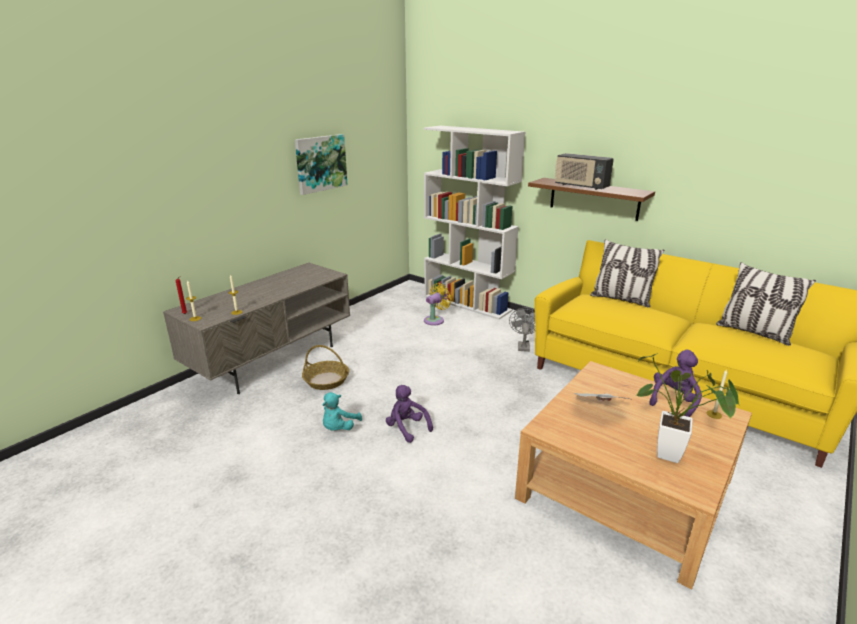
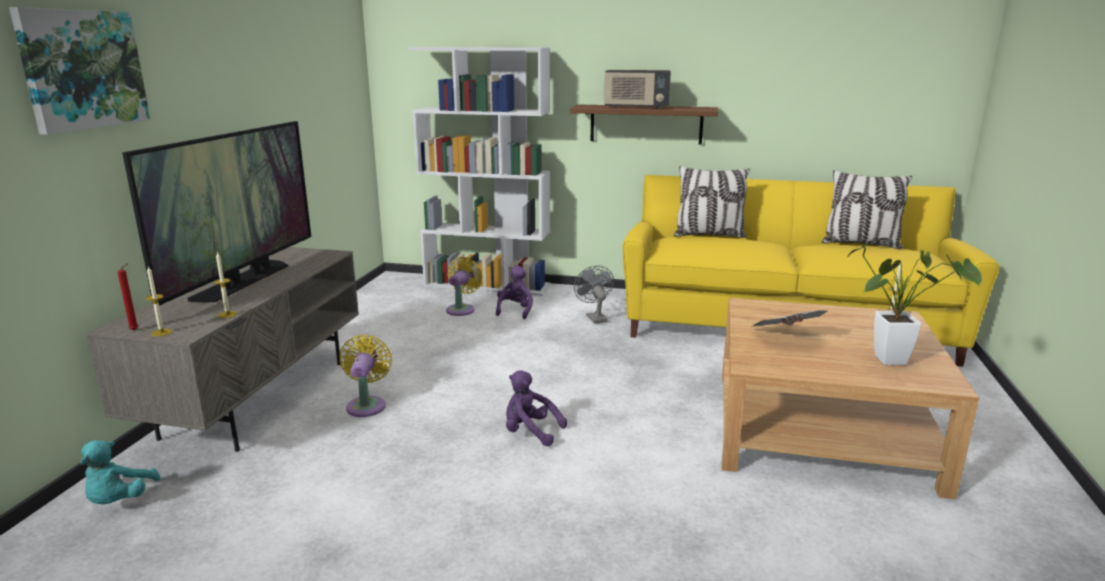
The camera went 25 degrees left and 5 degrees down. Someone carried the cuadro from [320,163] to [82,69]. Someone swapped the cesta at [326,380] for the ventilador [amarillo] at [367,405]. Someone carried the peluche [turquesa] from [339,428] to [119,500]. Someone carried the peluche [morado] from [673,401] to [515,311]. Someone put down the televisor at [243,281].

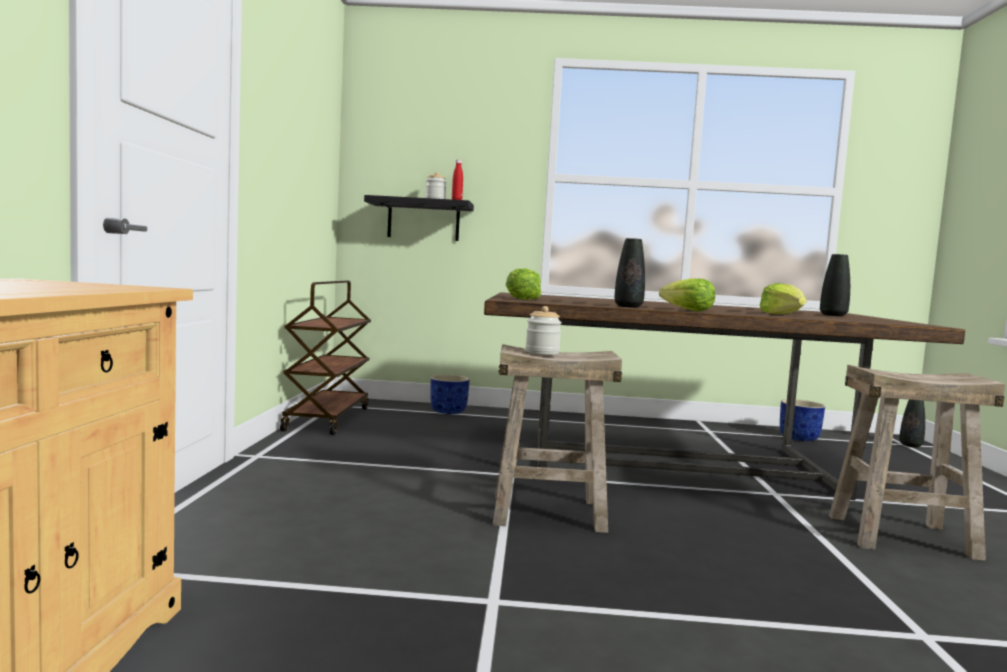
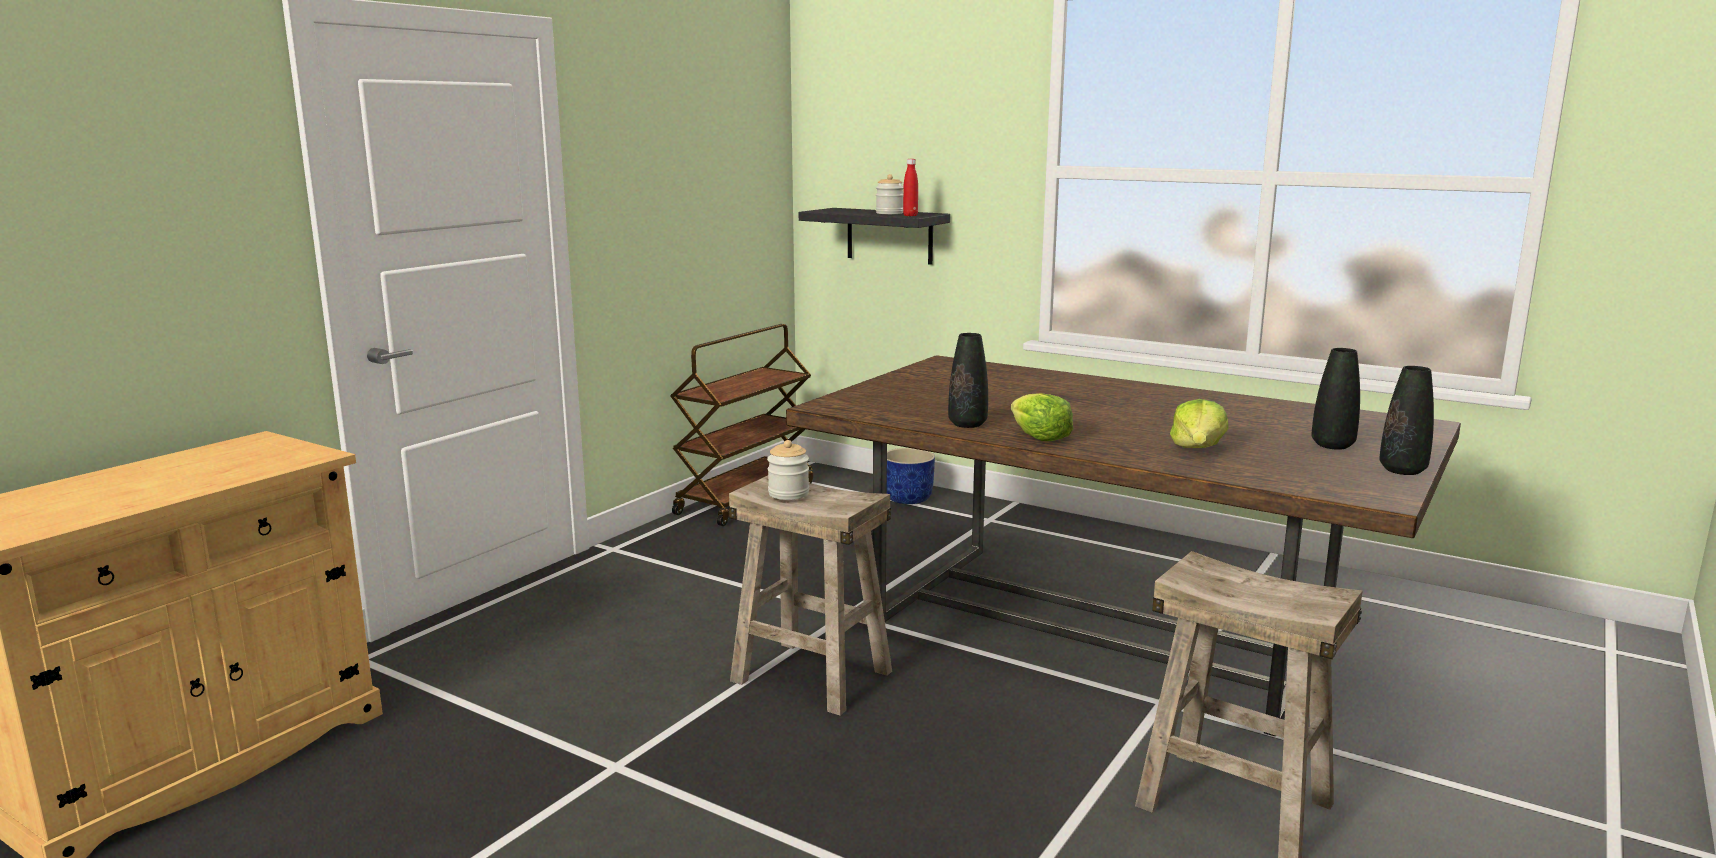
The camera went 30 degrees right and 10 degrees up. Someone took away the lechuga at [521,299]. Someone took away the maceta [azul] at [799,438]. Someone carried the florero [negro] from [910,445] to [1402,470].

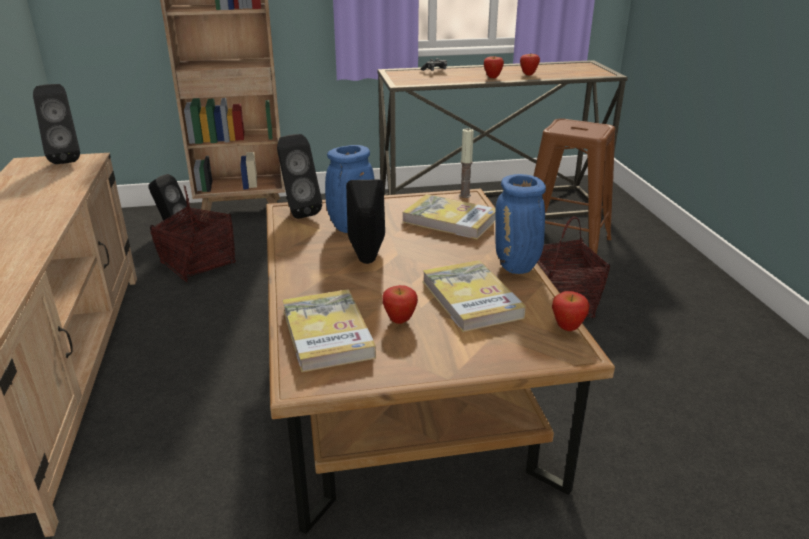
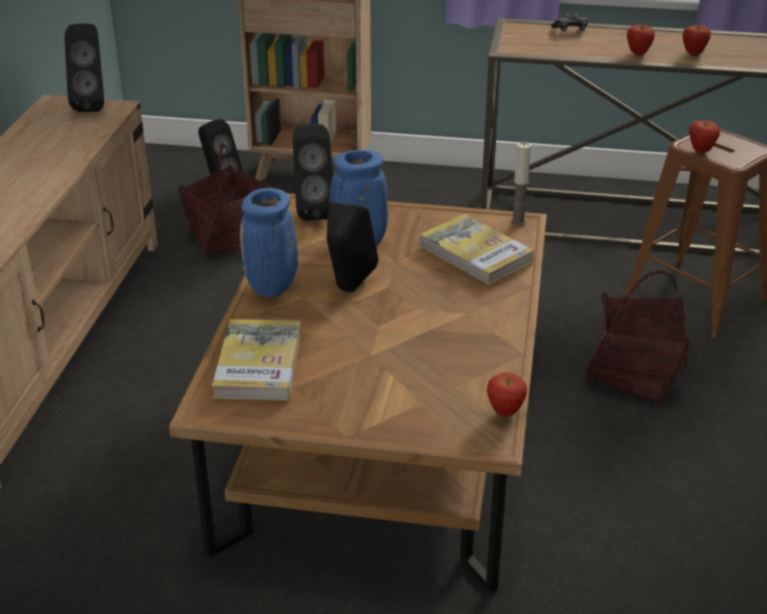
The camera went 20 degrees right and 5 degrees up. Someone carried the manzana from [400,321] to [701,151]. Someone took away the libro at [471,299]. Someone carried the florero [azul] from [517,267] to [272,288].

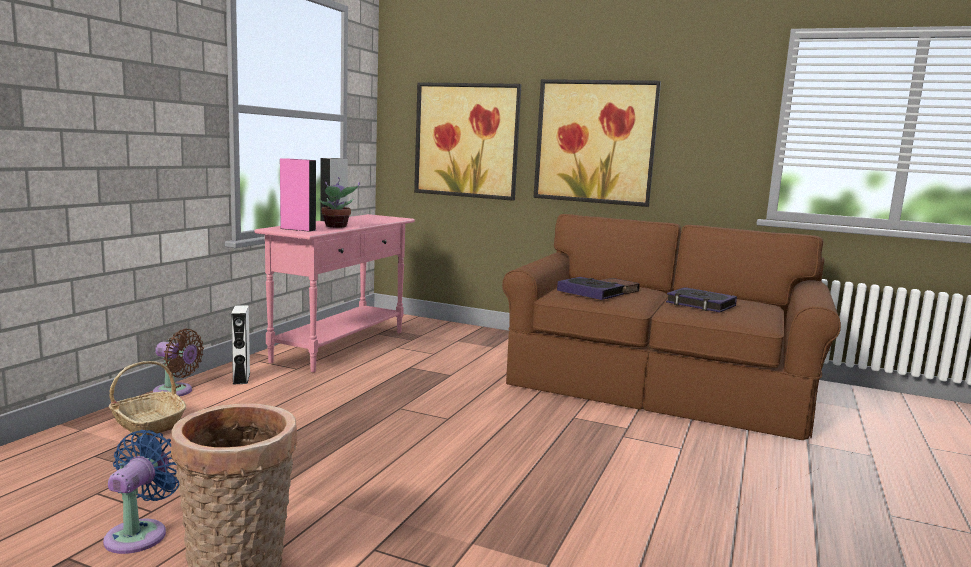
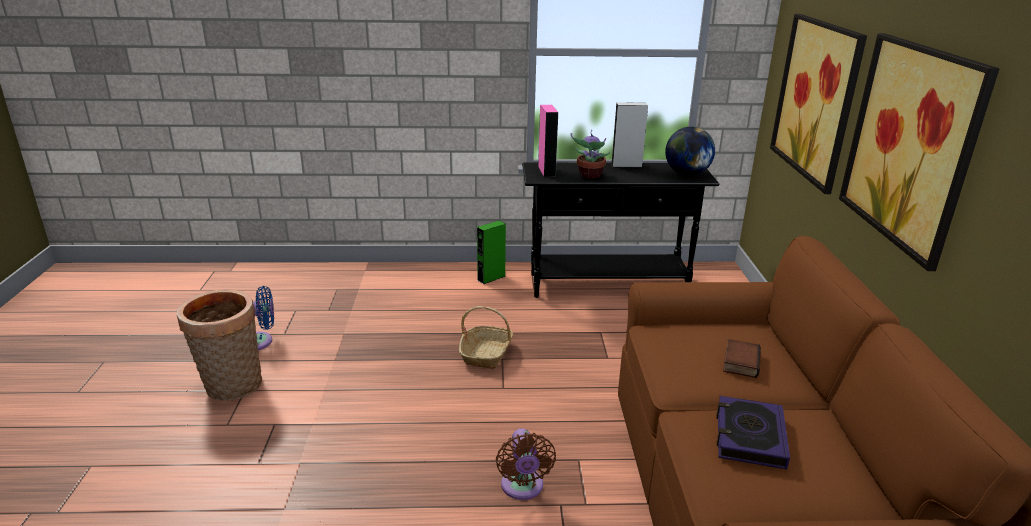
The camera went 65 degrees right and 15 degrees up. Someone carried the cesta from [147,423] to [486,353]. Someone carried the ventilador [marrón] from [176,392] to [522,488]. Someone repainted the altavoz [blanco] at [241,378], which became the altavoz [verde] at [491,278]. Someone repainted the mesa consola [rosa] at [341,346], which became the mesa consola [negro] at [608,285]. Someone took away the libro at [590,293]. Someone put down the globo terráqueo at [686,174].

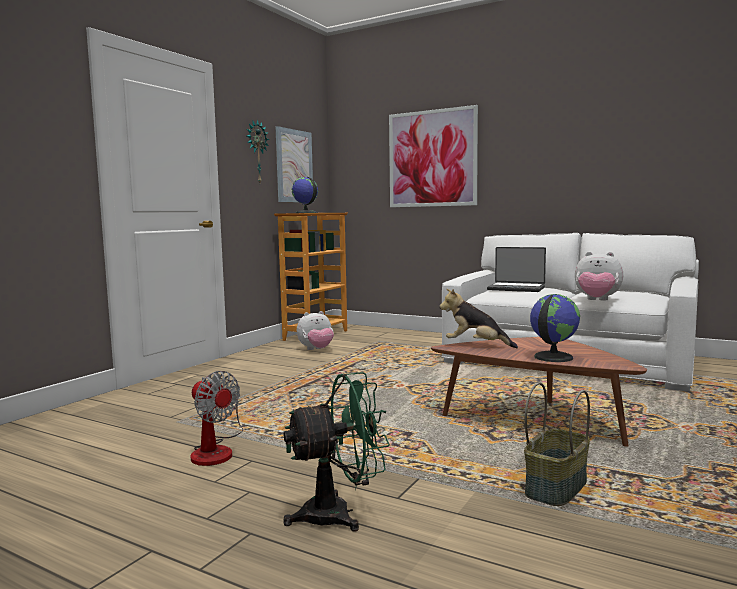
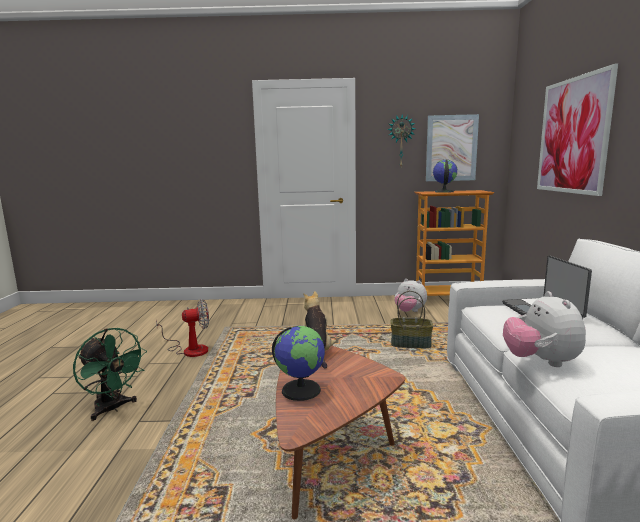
The camera went 60 degrees right and 5 degrees up. Someone rotated the ventilador at [216,450] by 120 degrees counterclockwise. Someone carried the cesta from [555,487] to [411,344].

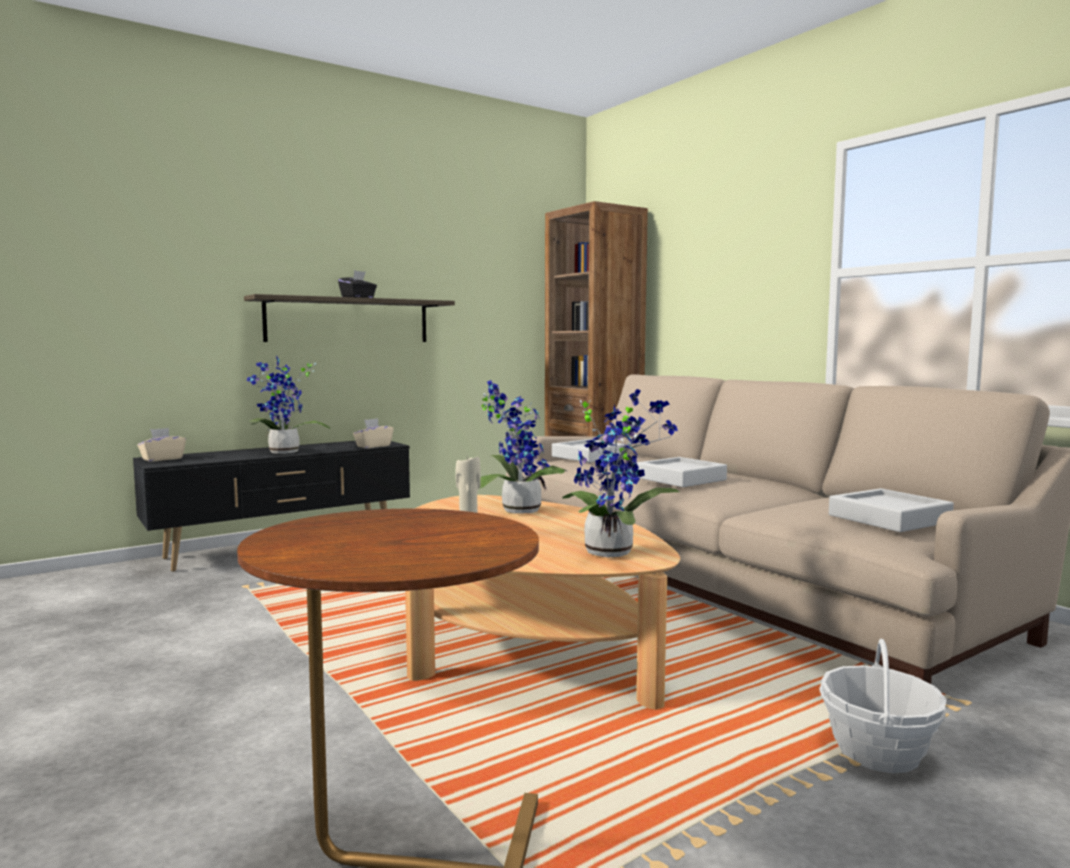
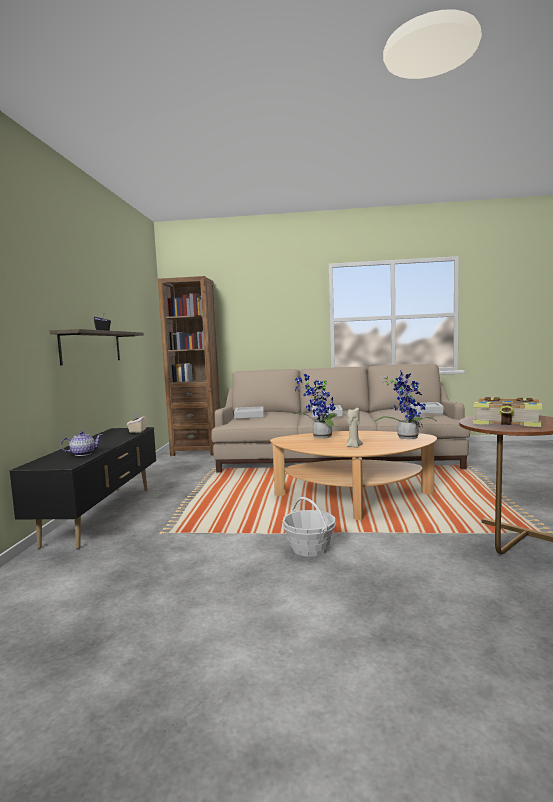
The camera went 50 degrees left and 0 degrees up. Someone took away the caja de pañuelos [beis] at [162,459]. Someone took away the planta en maceta at [283,453]. Someone carried the cesta from [878,752] to [310,548]. Someone put down the tetera at [83,454]. Someone put down the libro at [508,422].

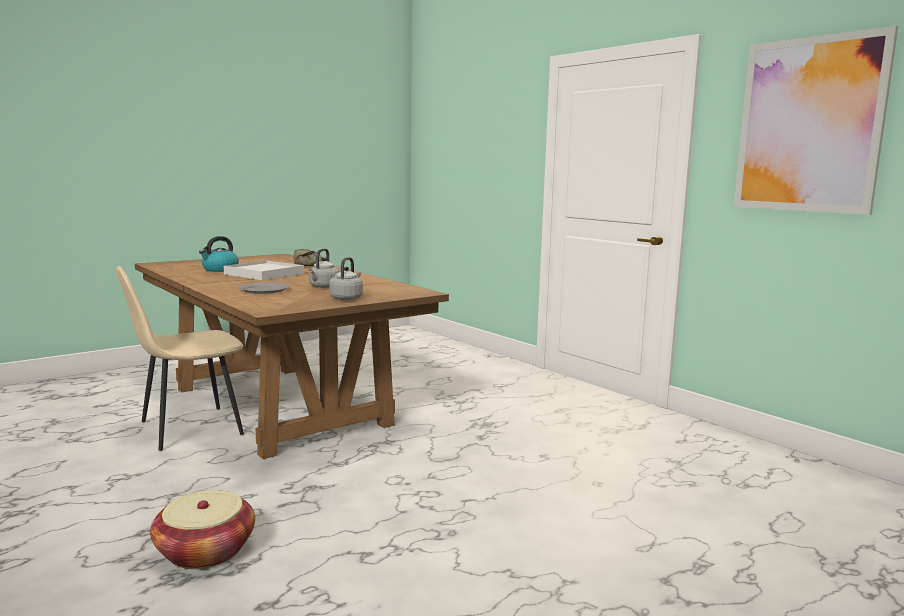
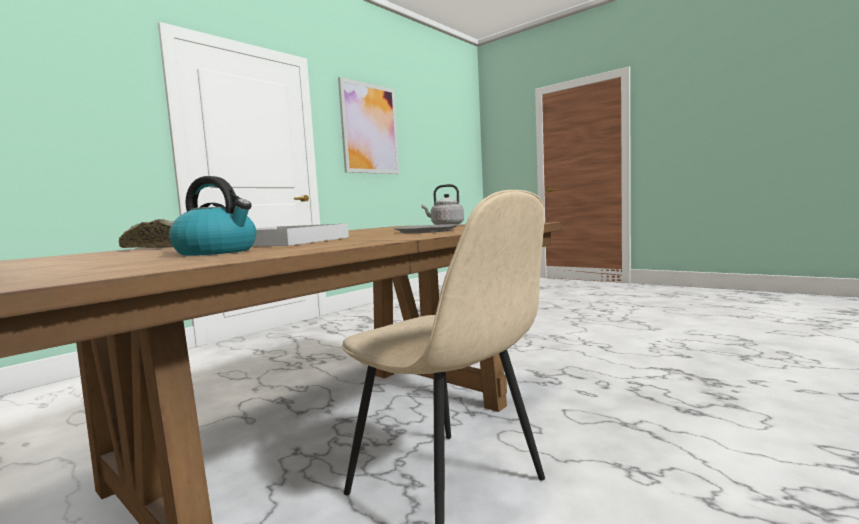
The camera went 100 degrees left and 5 degrees down. Someone took away the cesta at [205,551]. Someone took away the hervidor [gris] at [323,287].

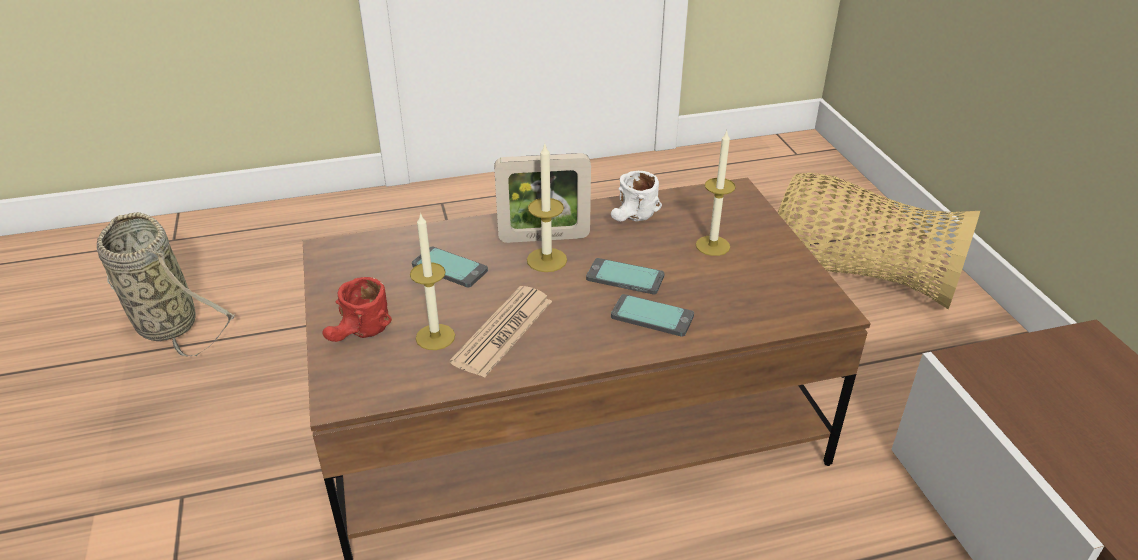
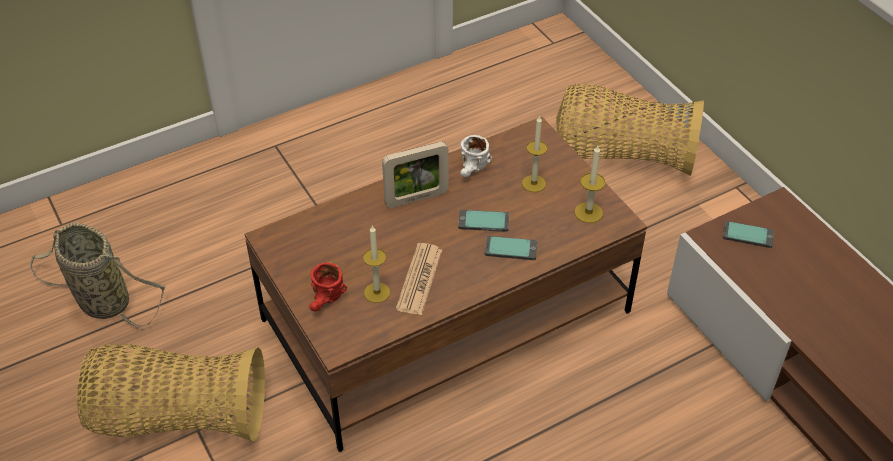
The camera went 15 degrees left and 10 degrees up. Someone carried the móvil from [450,268] to [748,235]. Someone carried the vela from [546,260] to [588,212]. Someone put down the cesta at [178,417].

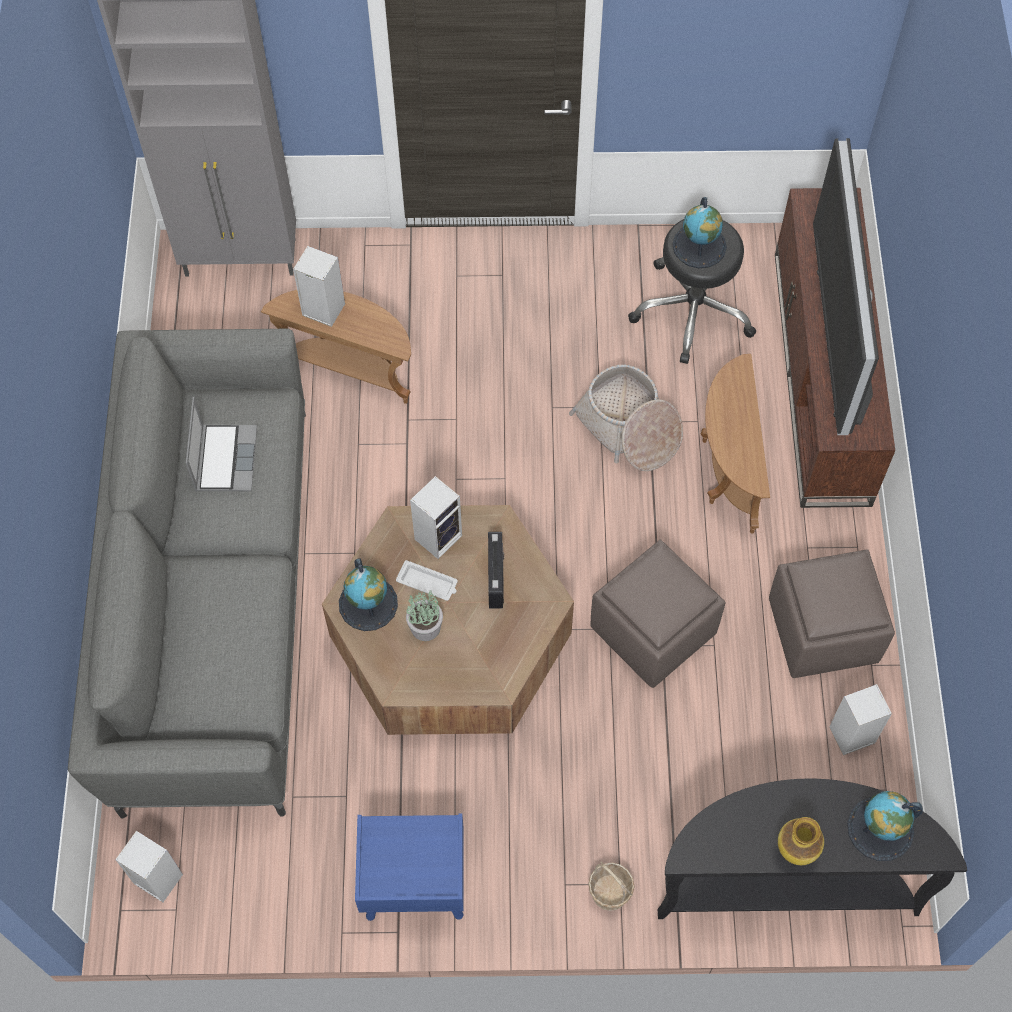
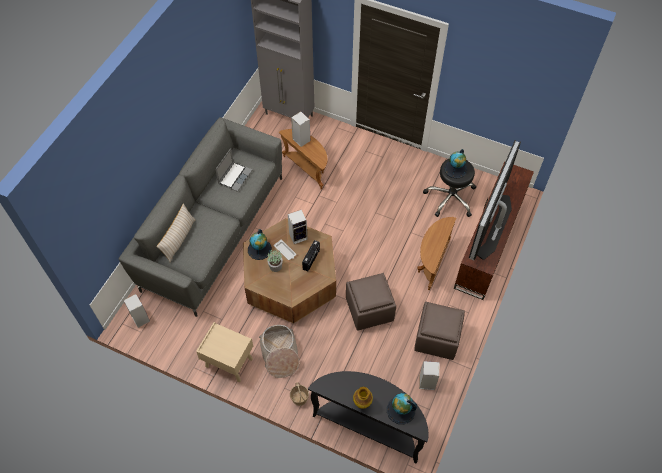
The camera went 25 degrees right and 5 degrees down. Someone repainted the mesita de noche [azul] at [413,886], which became the mesita de noche [beis] at [228,362]. Someone carried the cesta from [628,428] to [280,354]. Someone put down the cojín [beis] at [179,239].

